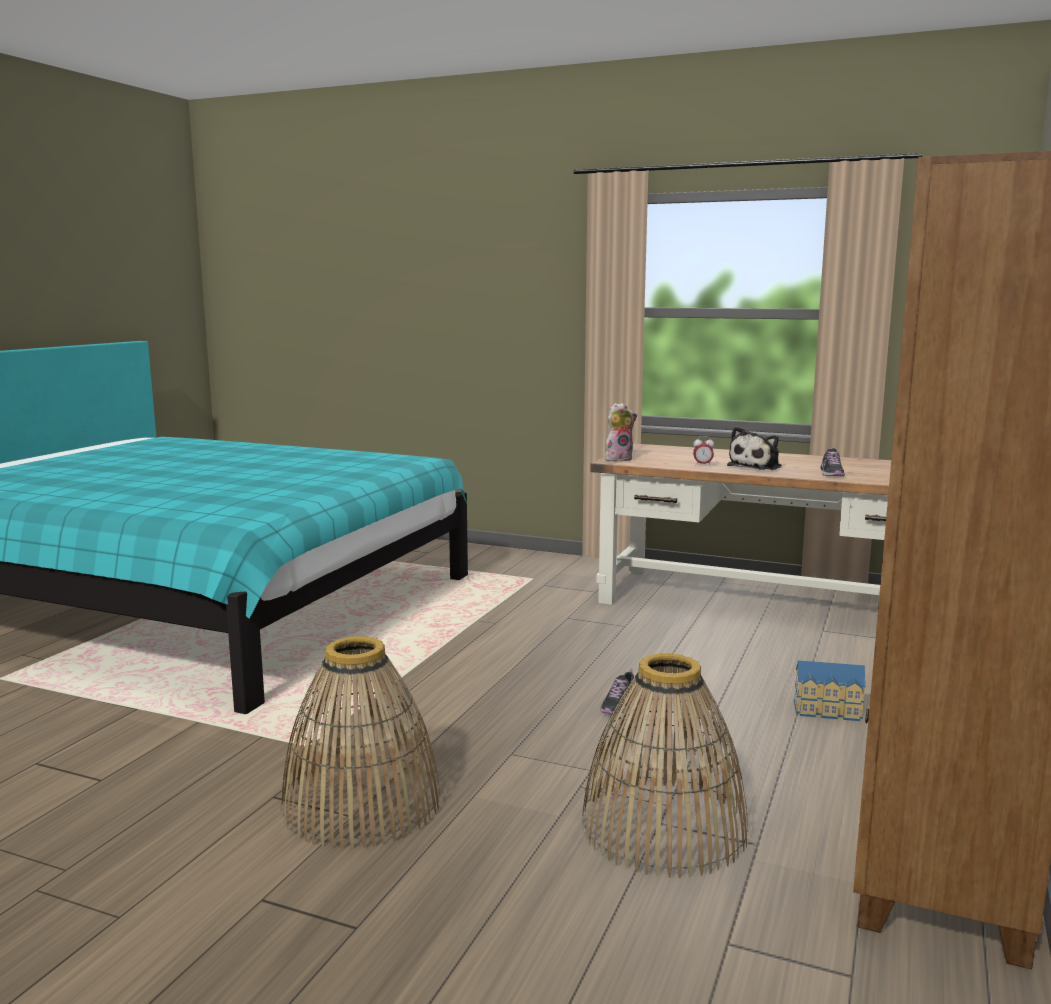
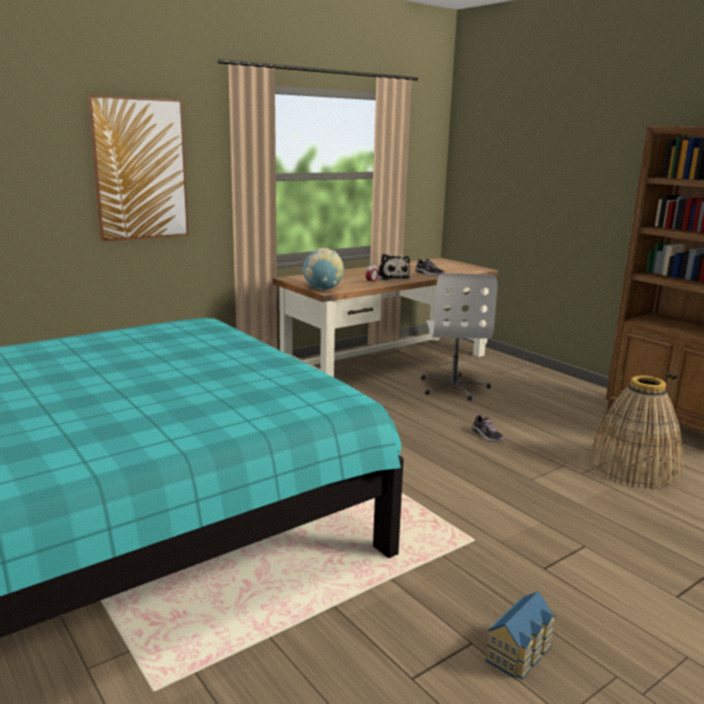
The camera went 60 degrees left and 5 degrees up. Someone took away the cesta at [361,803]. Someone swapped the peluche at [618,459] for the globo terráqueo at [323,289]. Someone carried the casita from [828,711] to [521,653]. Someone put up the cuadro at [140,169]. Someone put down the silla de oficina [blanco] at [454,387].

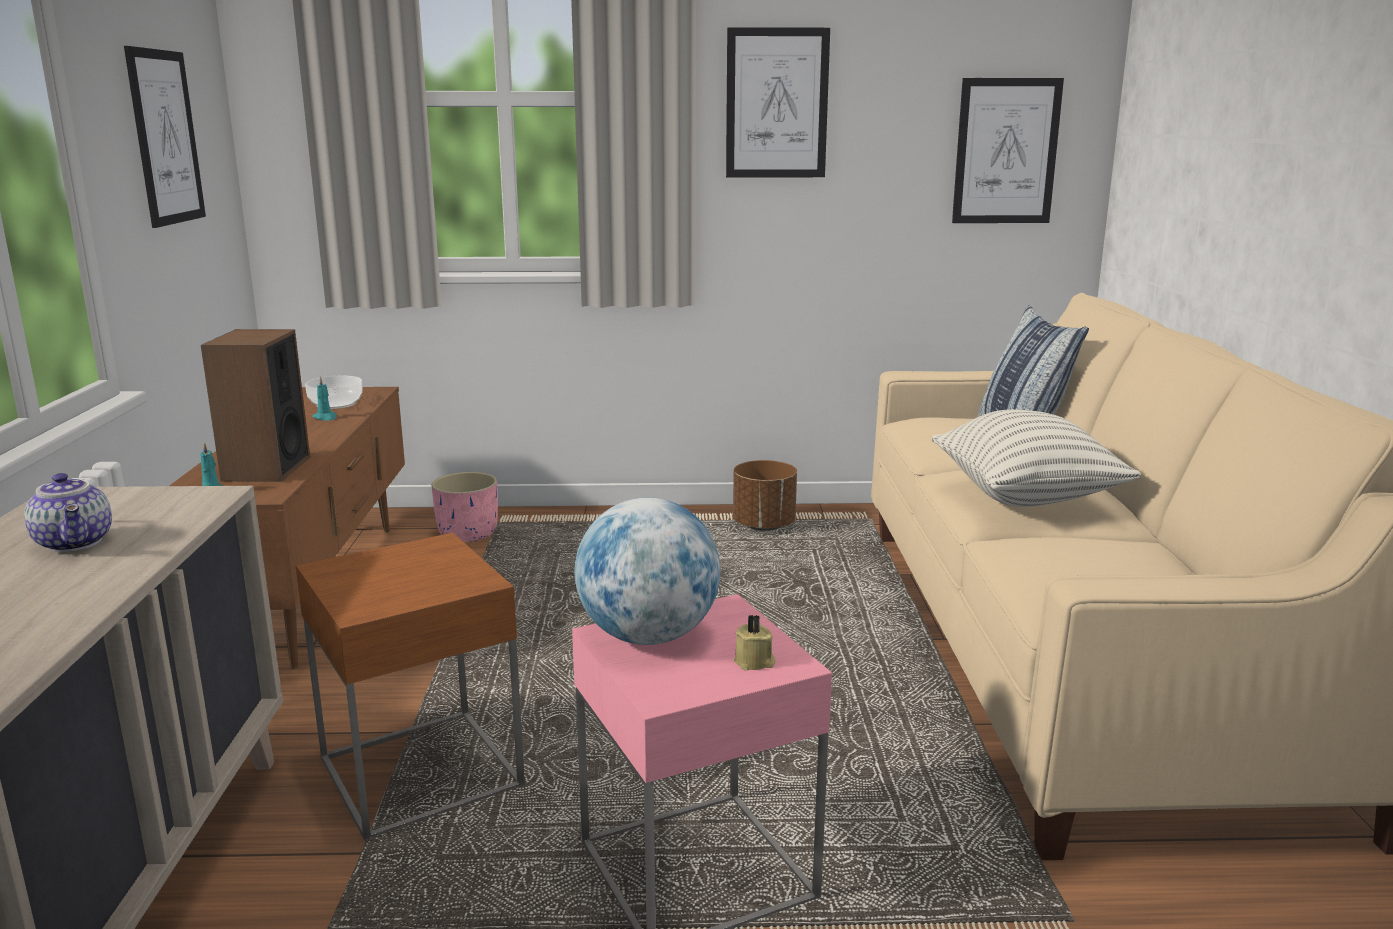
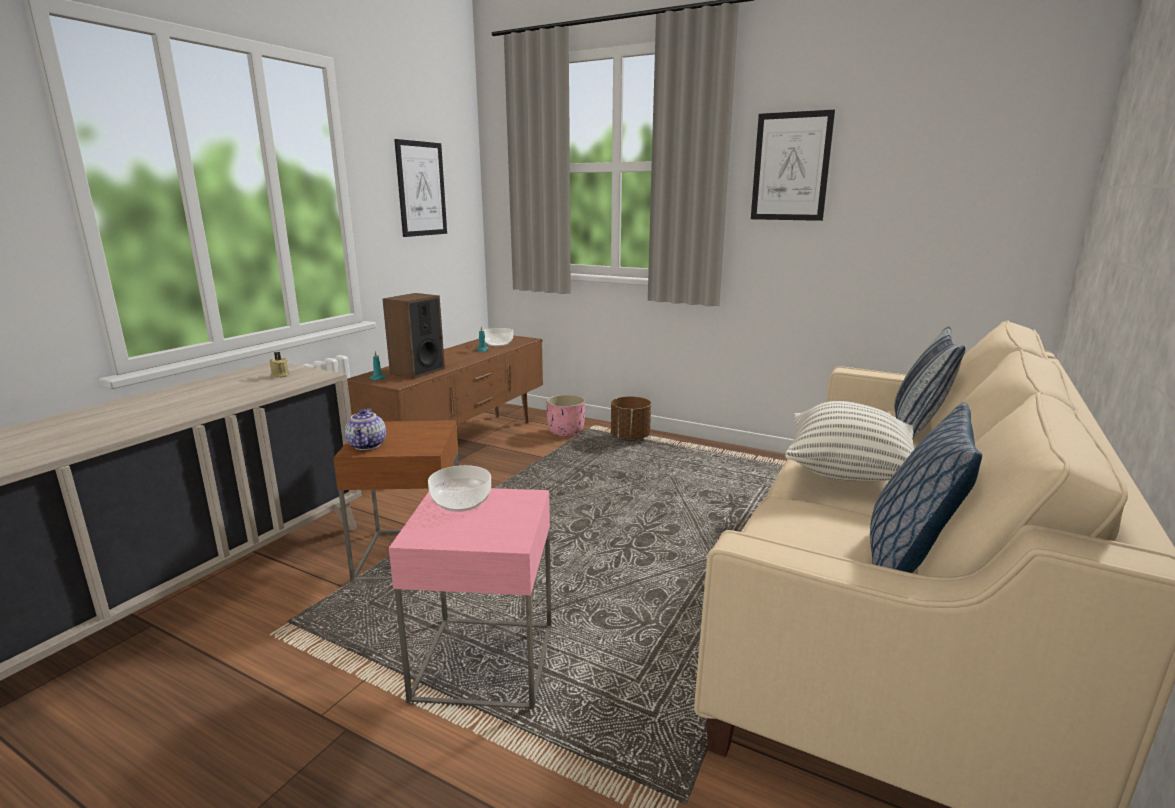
The camera went 30 degrees right and 0 degrees up. Someone carried the tetera from [76,543] to [368,445]. Someone swapped the globo terráqueo at [648,636] for the cuenco at [462,501]. Someone carried the maceta [marrón] from [764,526] to [630,438]. Someone carried the vela [beis] from [755,662] to [280,375]. Someone took away the cuadro at [1006,151]. Someone put down the cojín at [908,561].

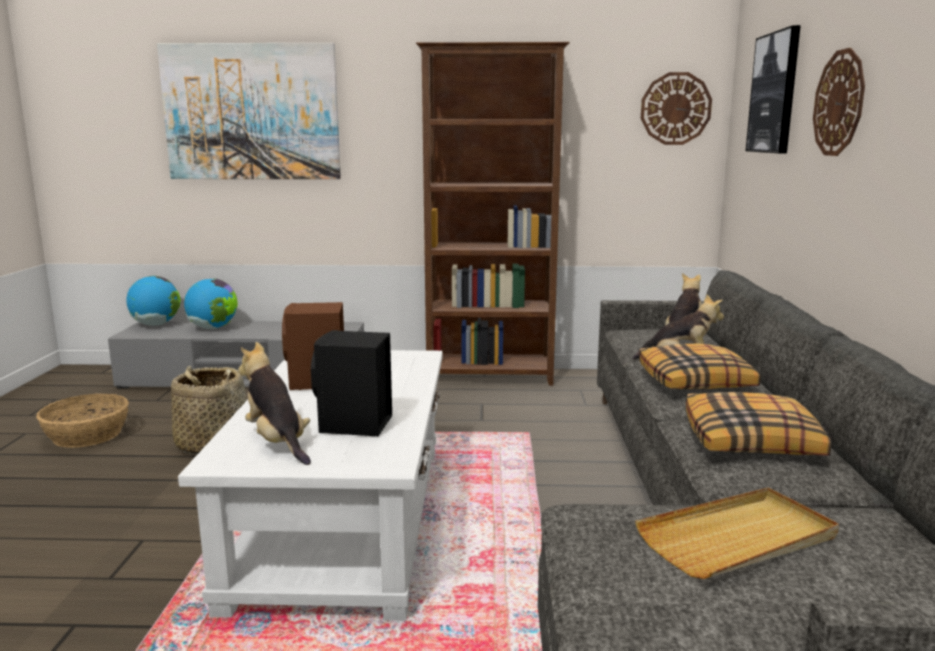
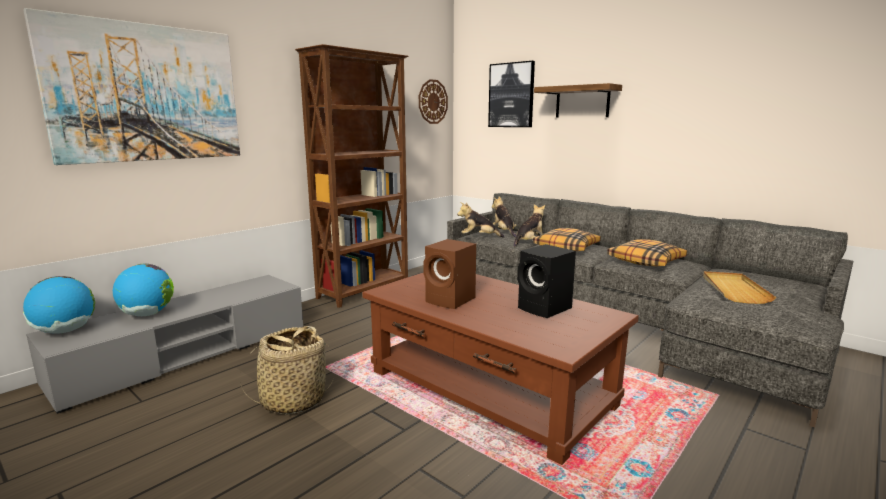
The camera went 50 degrees left and 0 degrees up. Someone took away the cesta at [87,435]. Someone repainted the mesa de centro [blanco] at [344,520], which became the mesa de centro [marrón] at [489,388]. Someone carried the peluche from [277,442] to [479,237]. Someone swapped the reloj de pared at [839,103] for the estante at [582,102].

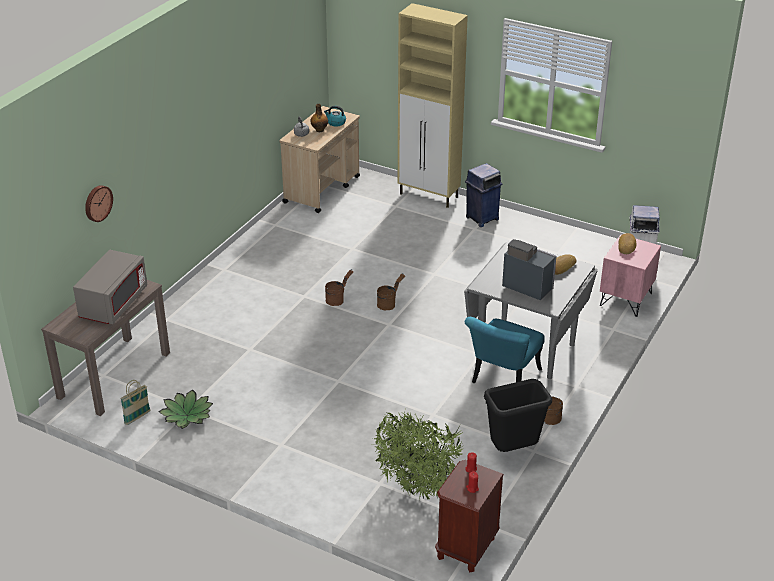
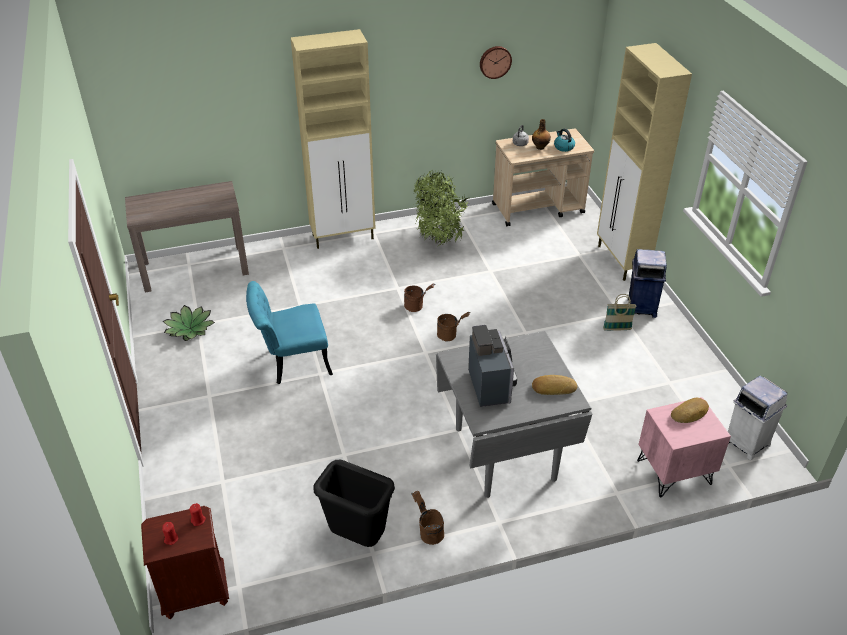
The camera went 45 degrees right and 5 degrees up. Someone took away the microondas [gris] at [114,304]. Someone carried the reloj de pared from [97,203] to [495,61]. Someone carried the cesta from [137,417] to [617,329]. Someone carried the planta en maceta from [416,490] to [438,240]. Someone carried the silla [turquesa] from [502,380] to [292,363]. Someone put down the armario [beis] at [344,237].

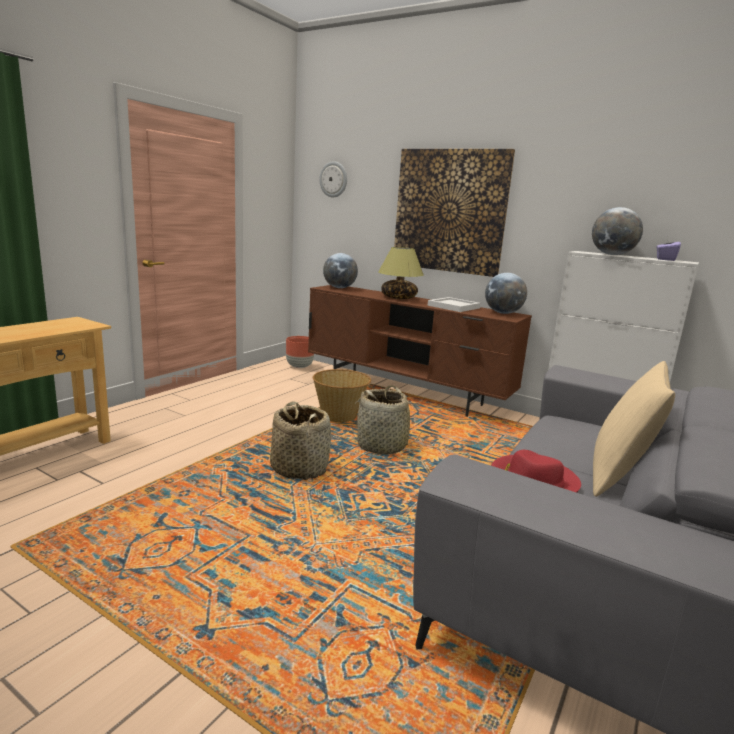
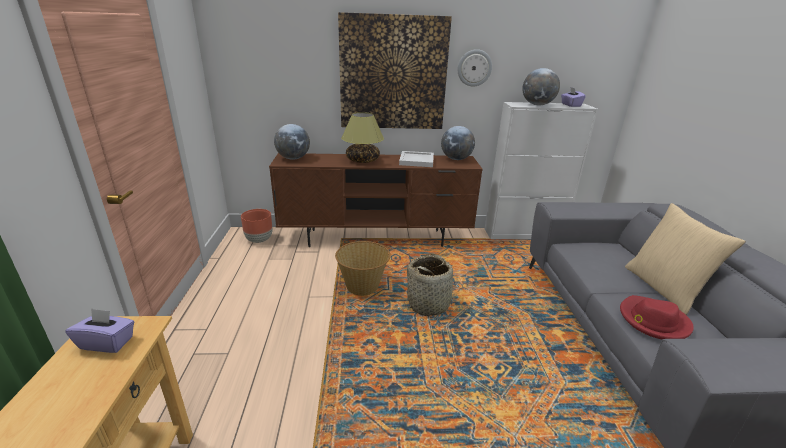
The camera went 35 degrees left and 10 degrees up. Someone took away the cesta at [299,468]. Someone carried the reloj de pared from [333,179] to [474,68]. Someone put down the caja de pañuelos [morado] at [107,342].

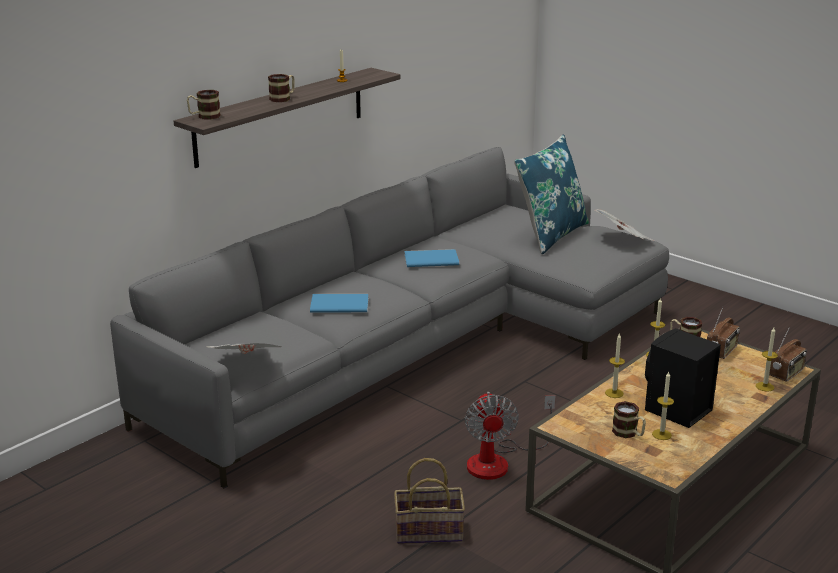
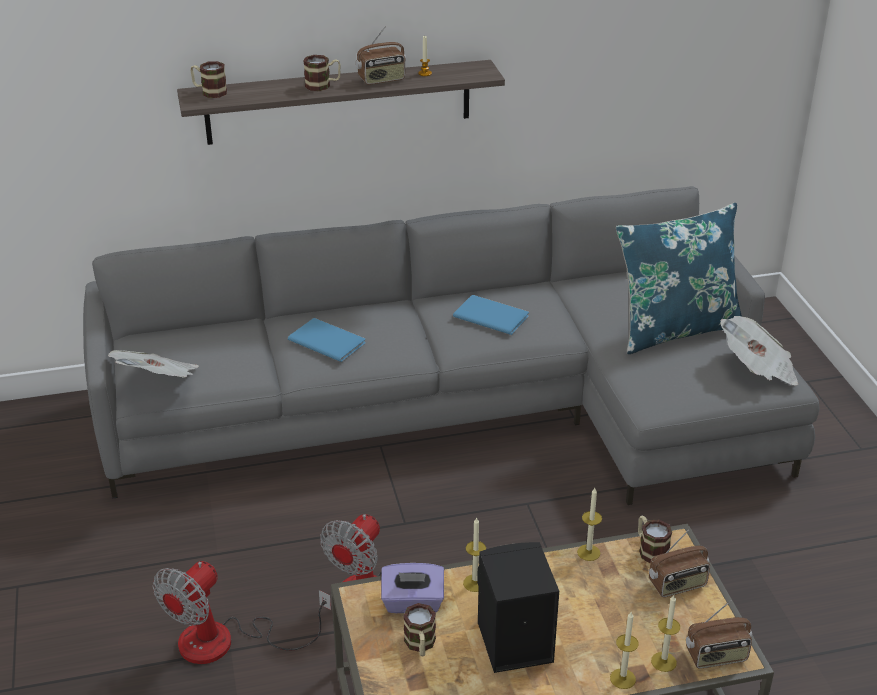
The camera went 35 degrees right and 10 degrees up. Someone swapped the cesta at [430,531] for the ventilador at [226,642]. Someone carried the vela from [661,434] to [622,678]. Someone put down the radio at [382,80]. Someone put down the caja de pañuelos [morado] at [412,603].

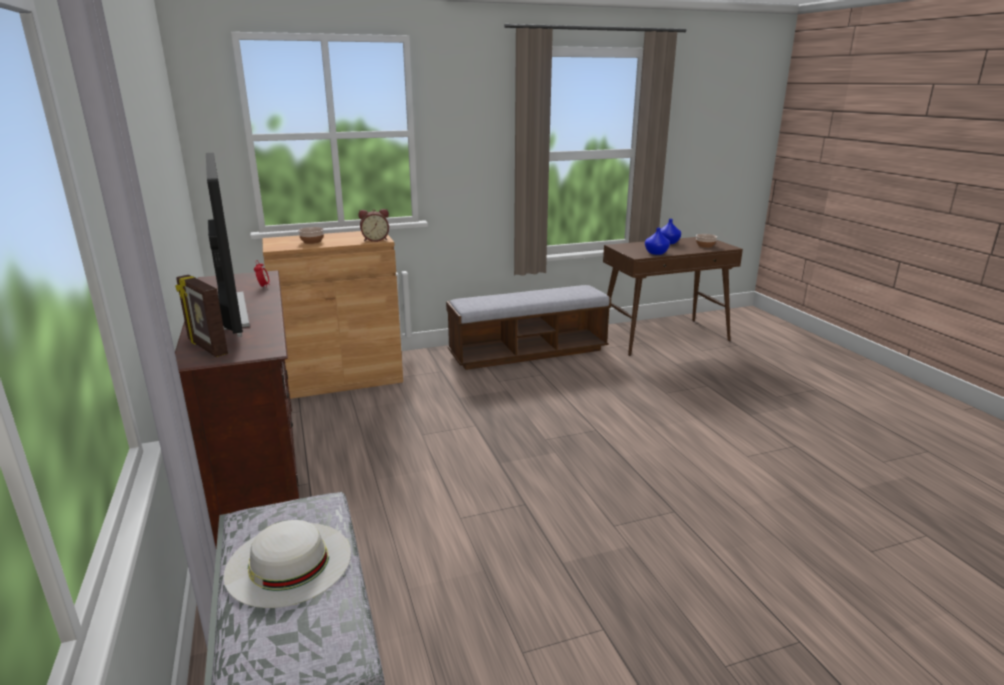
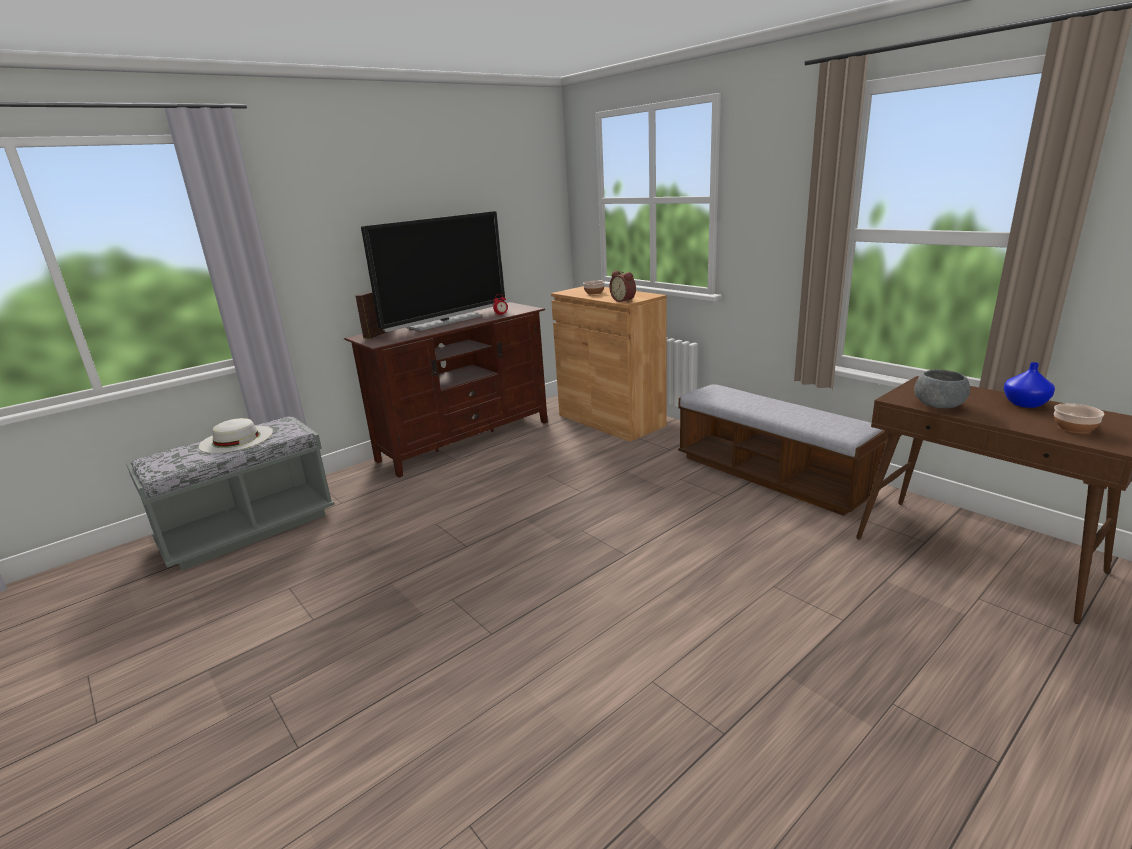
The camera went 70 degrees right and 0 degrees up. Someone swapped the florero [azul] at [656,253] for the cuenco [gris] at [939,406].

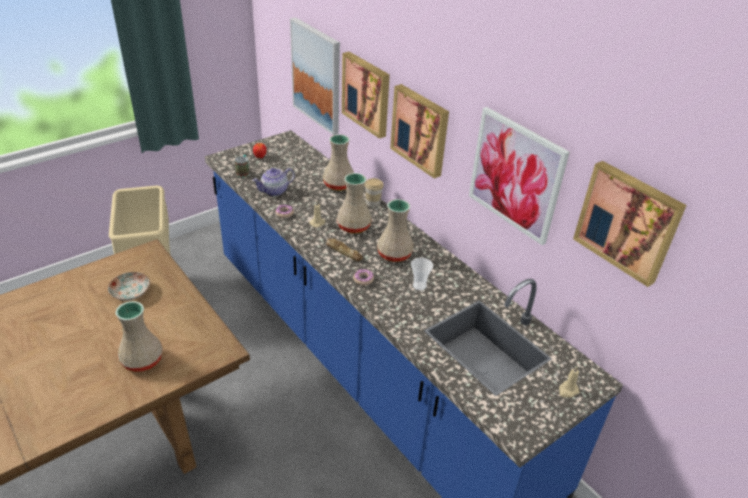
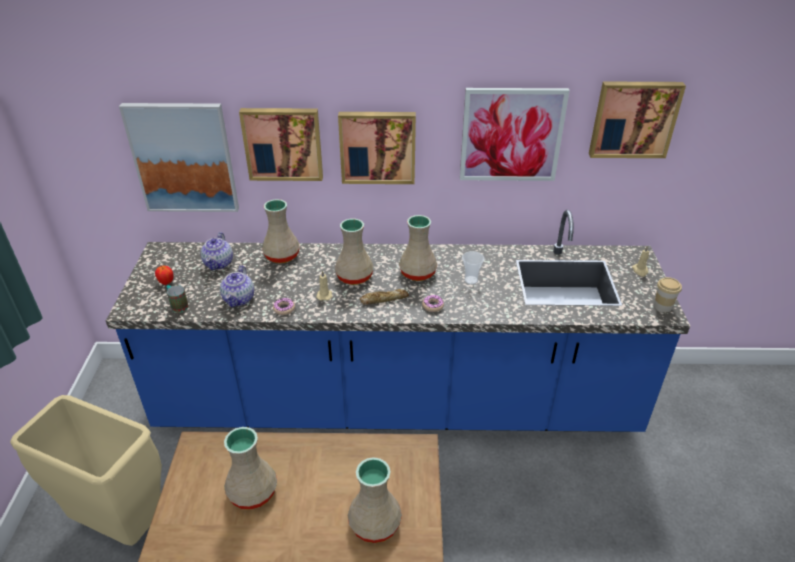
The camera went 50 degrees left and 0 degrees up. Someone swapped the plato at [131,292] for the florero [beis] at [254,491]. Someone carried the taza from [373,203] to [662,306]. Someone put down the tetera at [219,263].

